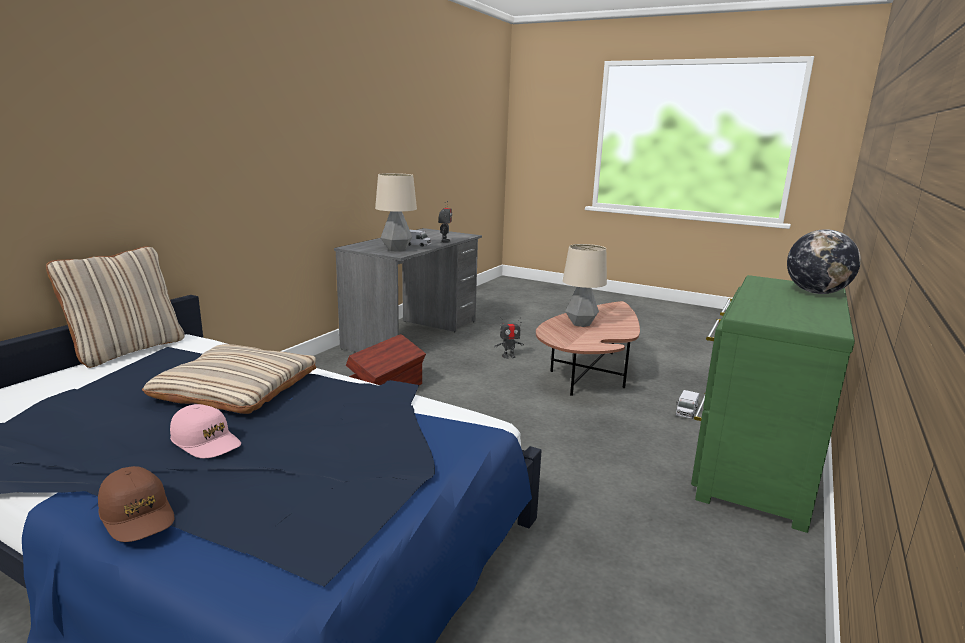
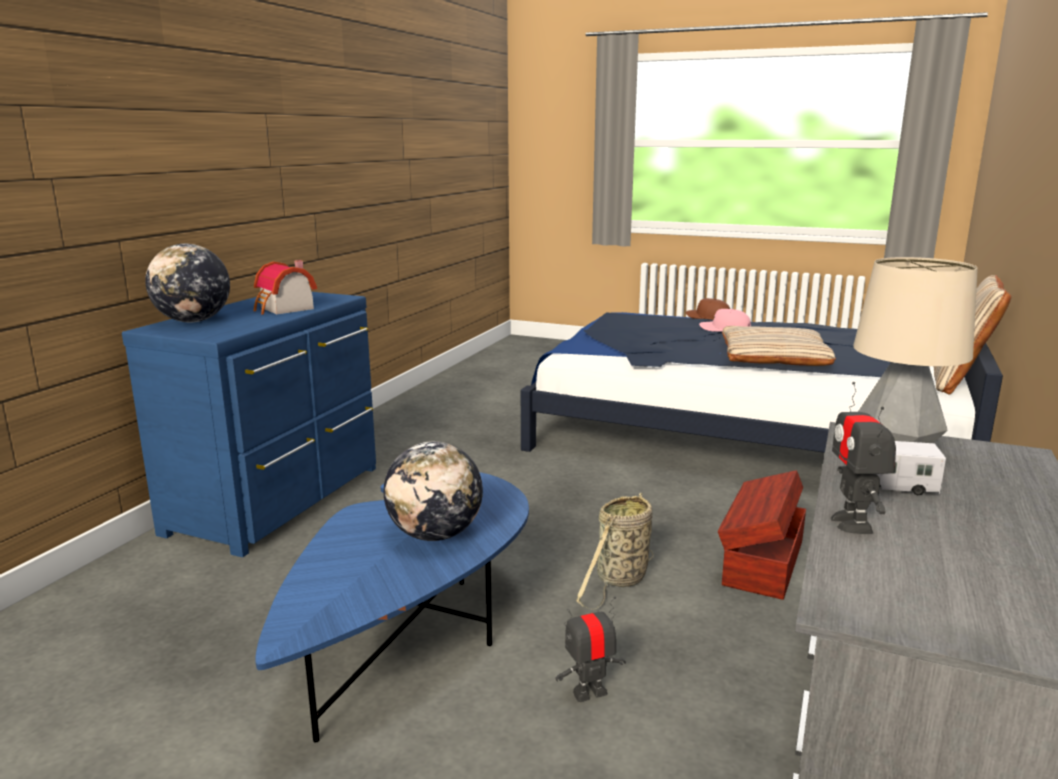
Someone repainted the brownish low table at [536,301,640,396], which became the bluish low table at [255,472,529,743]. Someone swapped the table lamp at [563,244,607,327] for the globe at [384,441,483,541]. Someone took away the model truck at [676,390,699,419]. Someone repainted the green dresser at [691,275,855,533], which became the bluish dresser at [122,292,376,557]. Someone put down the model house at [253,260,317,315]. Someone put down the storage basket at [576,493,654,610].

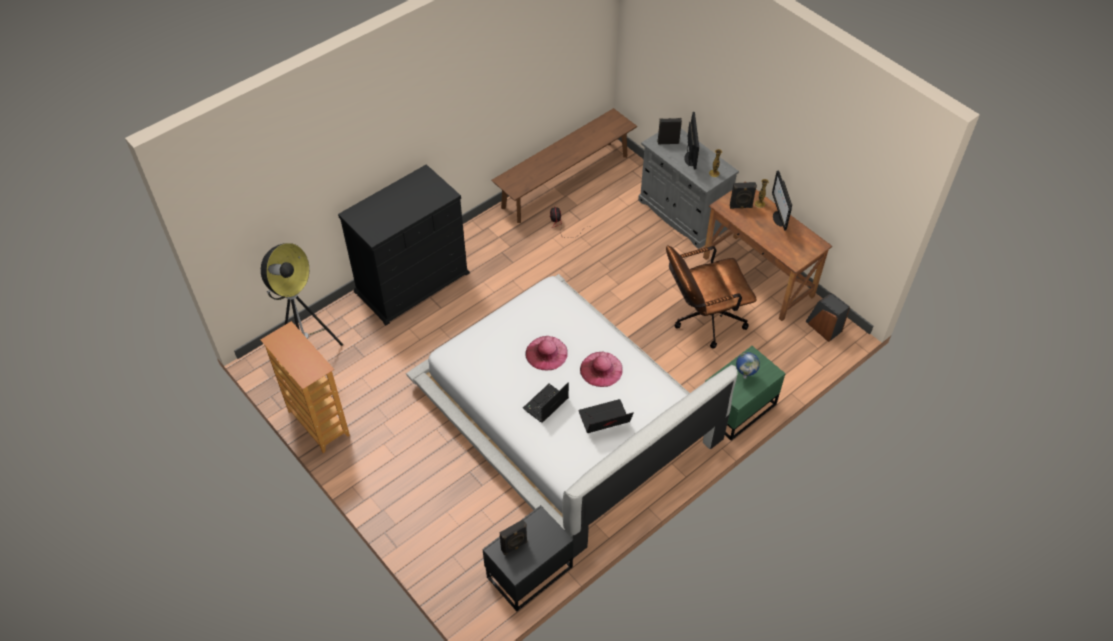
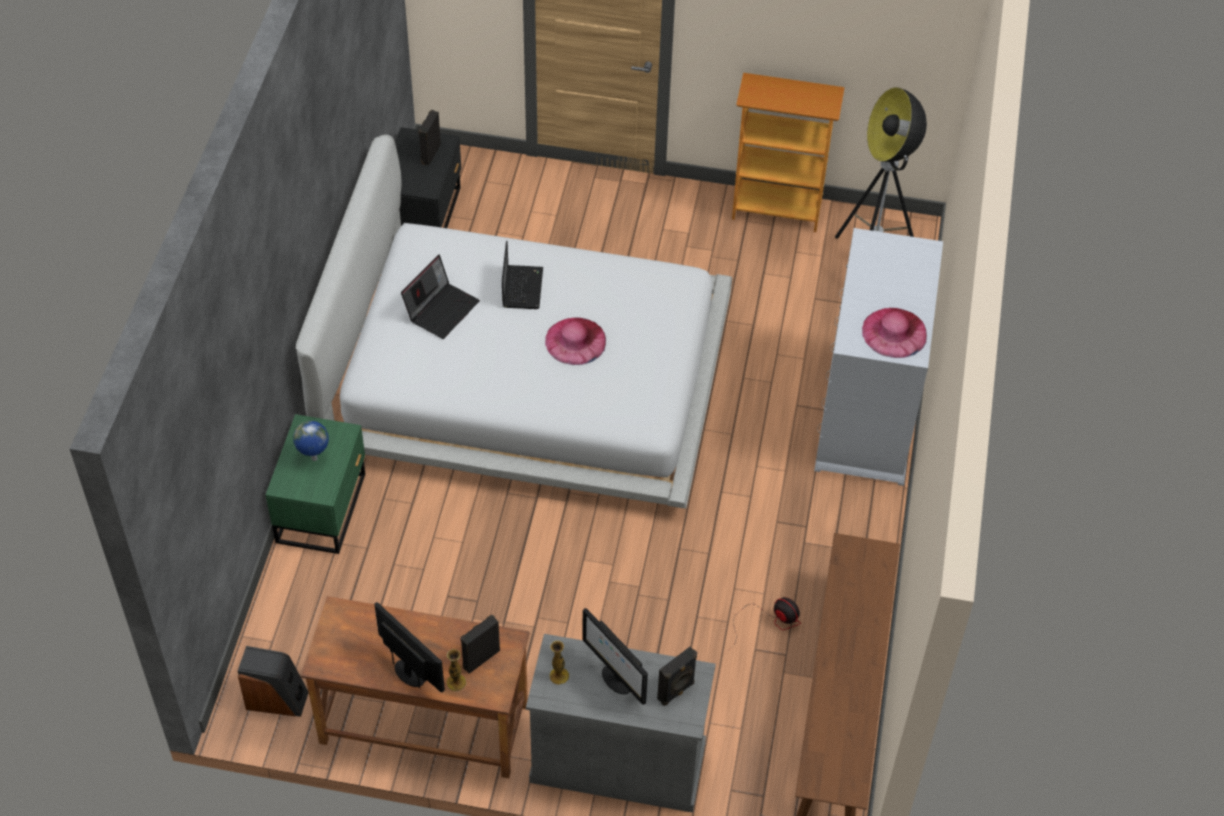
Someone repainted the black-coloured dresser at [338,164,470,325], which became the white dresser at [814,228,943,486]. Someone carried the pinkish clothing hat from [580,352,623,387] to [862,308,927,358]. Someone took away the brownish office chair at [666,245,757,349].

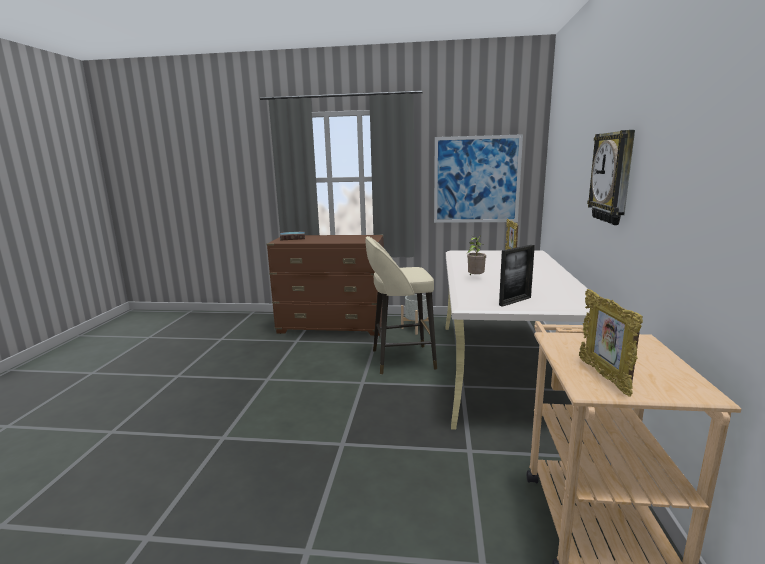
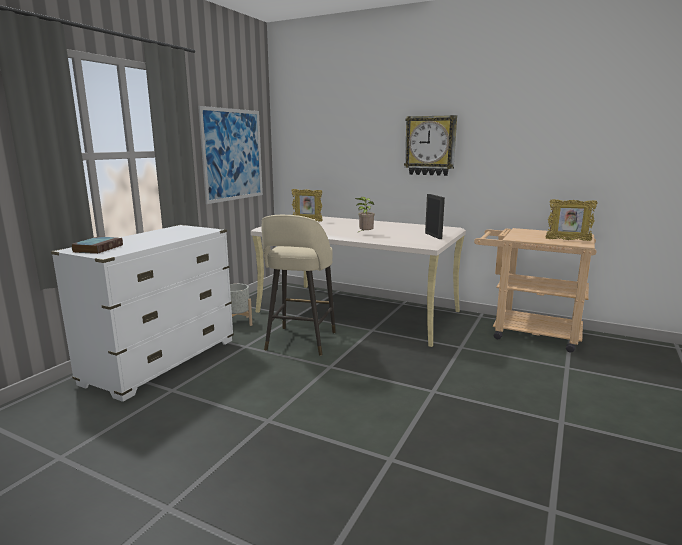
Someone repainted the brownish dresser at [267,235,384,336], which became the white dresser at [51,225,234,402].

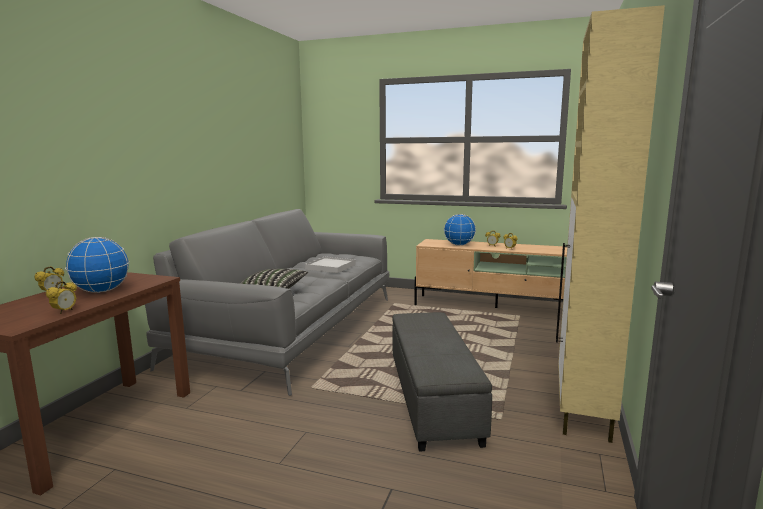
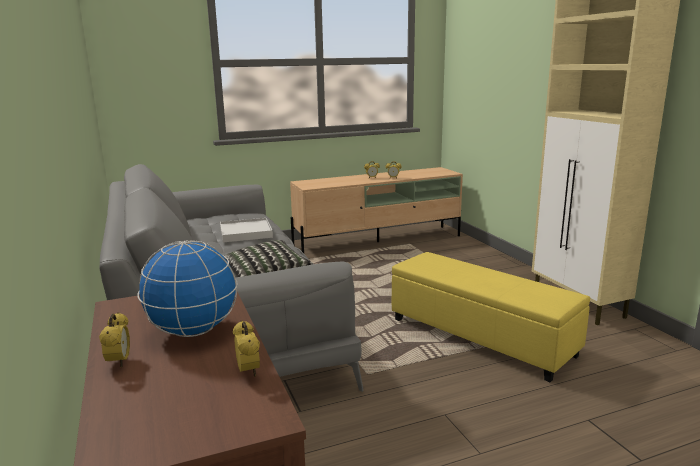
Someone repainted the greyish ottoman at [392,312,492,452], which became the yellow ottoman at [392,252,590,382]. Someone took away the globe at [444,214,476,246].

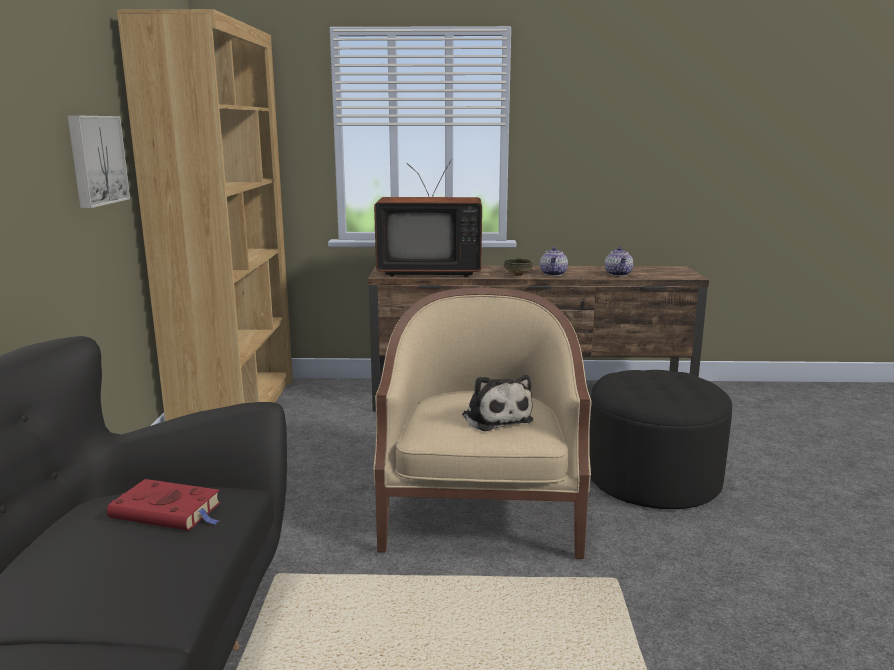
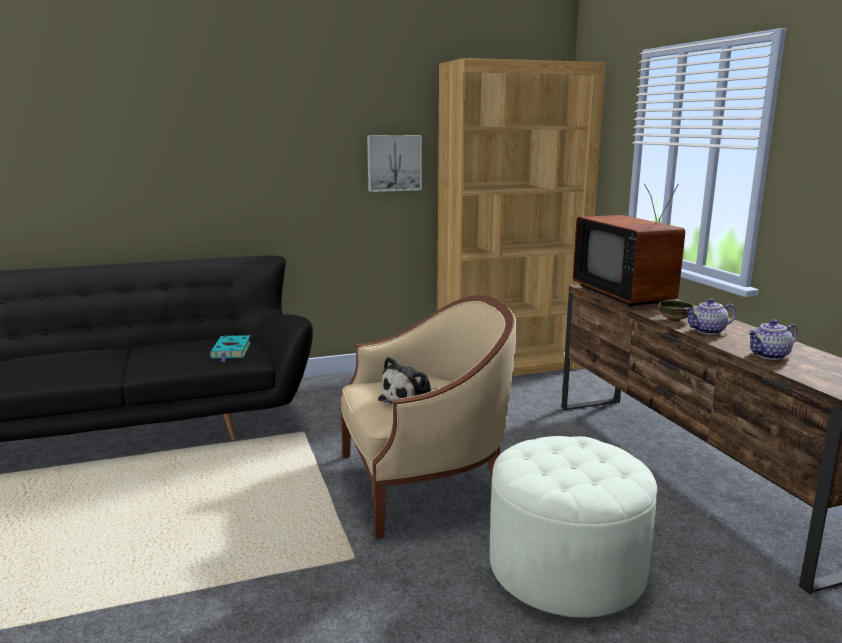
Someone repainted the red book at [107,479,221,531], which became the blue-green book at [210,335,251,362]. Someone repainted the black-coloured ottoman at [589,370,732,509], which became the white ottoman at [490,436,657,618].

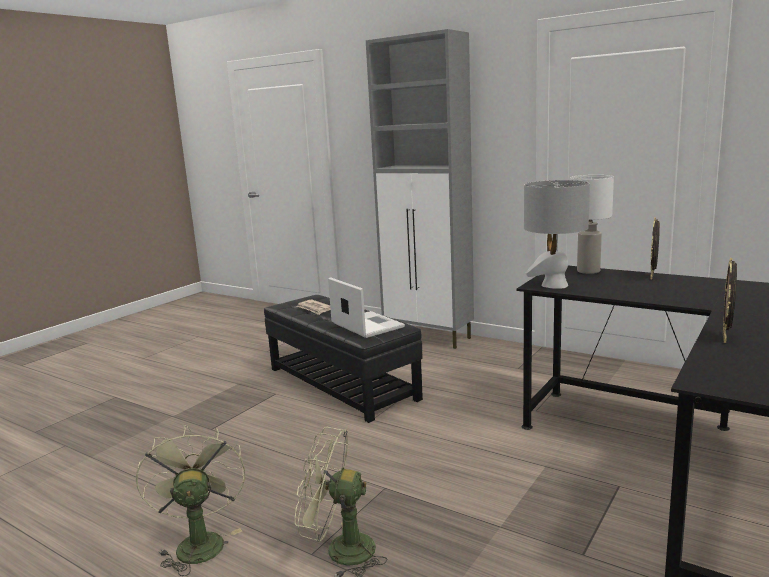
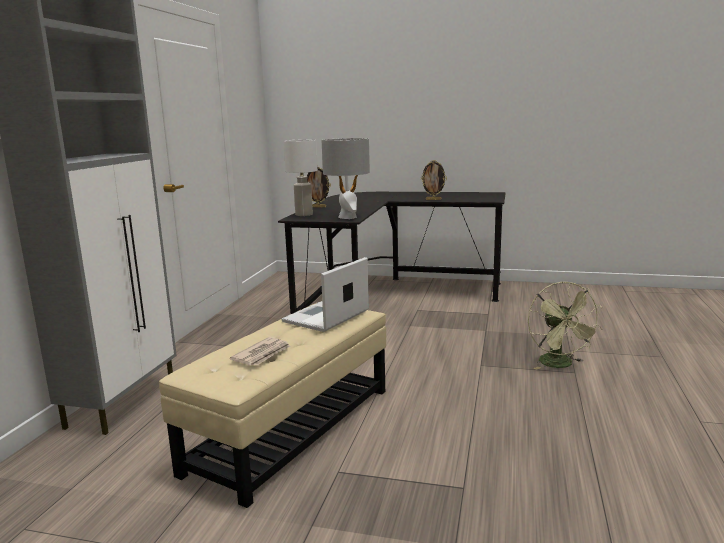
Someone took away the green fan at [136,425,245,576]. Someone repainted the black-coloured ottoman at [264,295,423,423], which became the sand-coloured ottoman at [159,303,386,508].

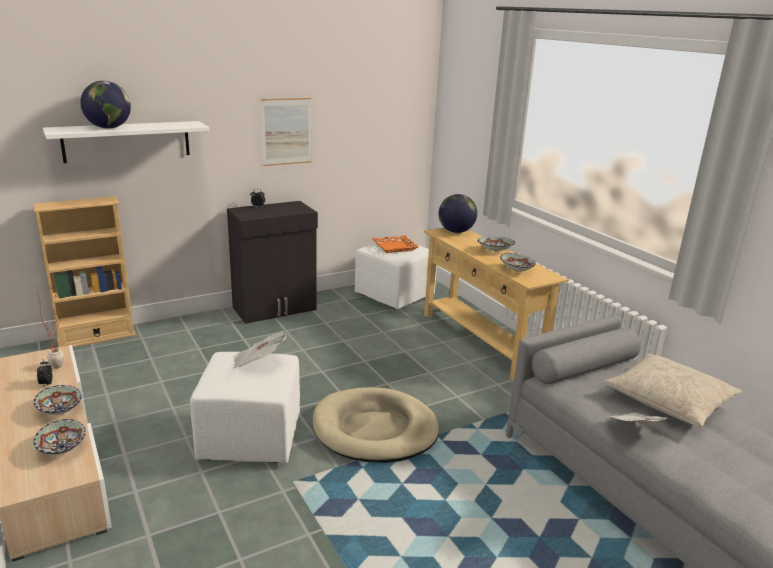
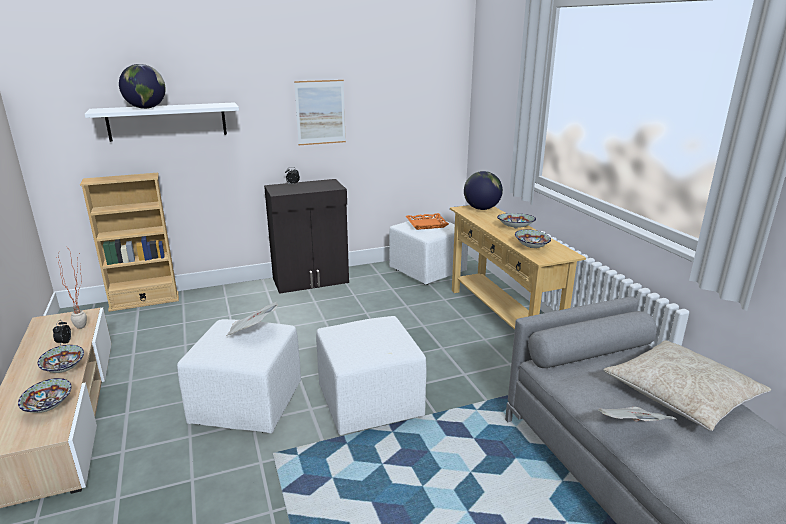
Someone swapped the sand-coloured dog cushion at [313,387,439,463] for the white ottoman at [316,316,426,435].

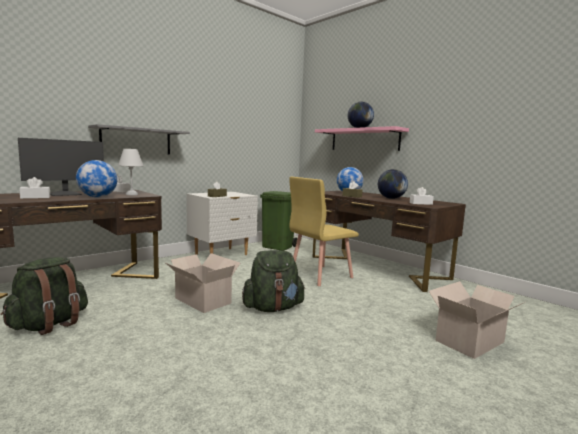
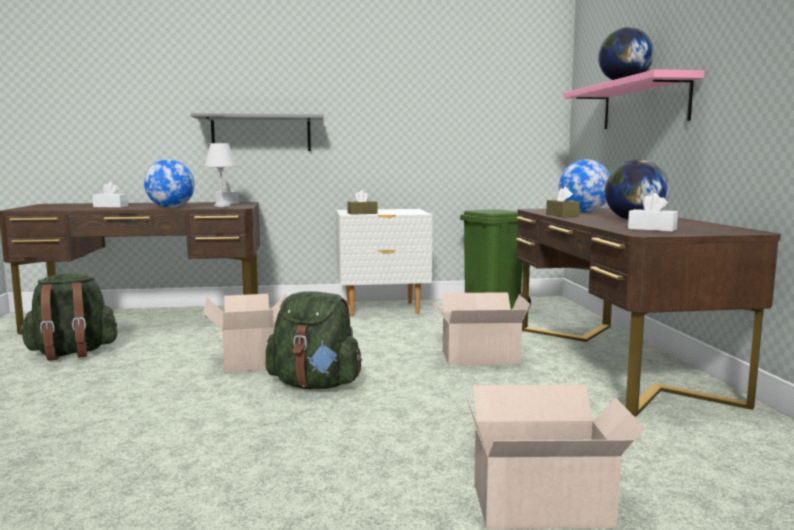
Someone took away the computer display at [18,138,104,196]. Someone swapped the yellow plain chair at [289,177,359,286] for the carton at [431,292,530,365].

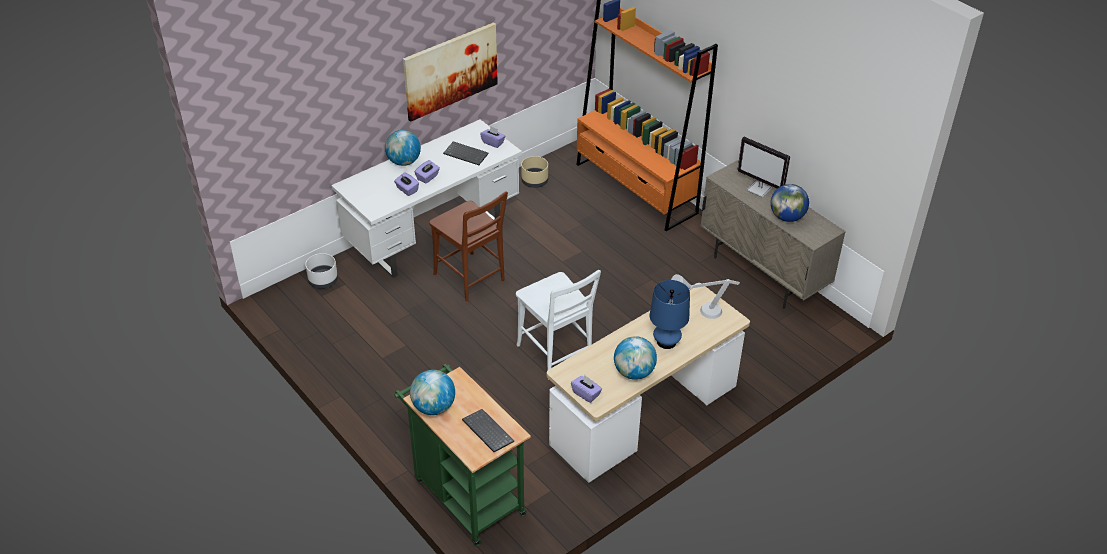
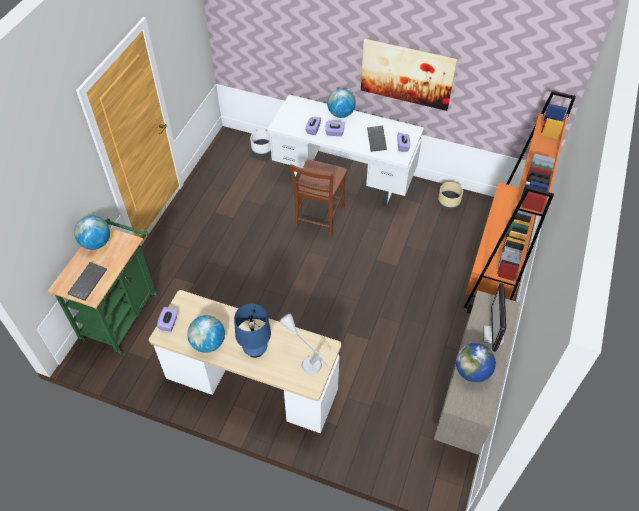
Someone took away the white plain chair at [516,270,601,371].

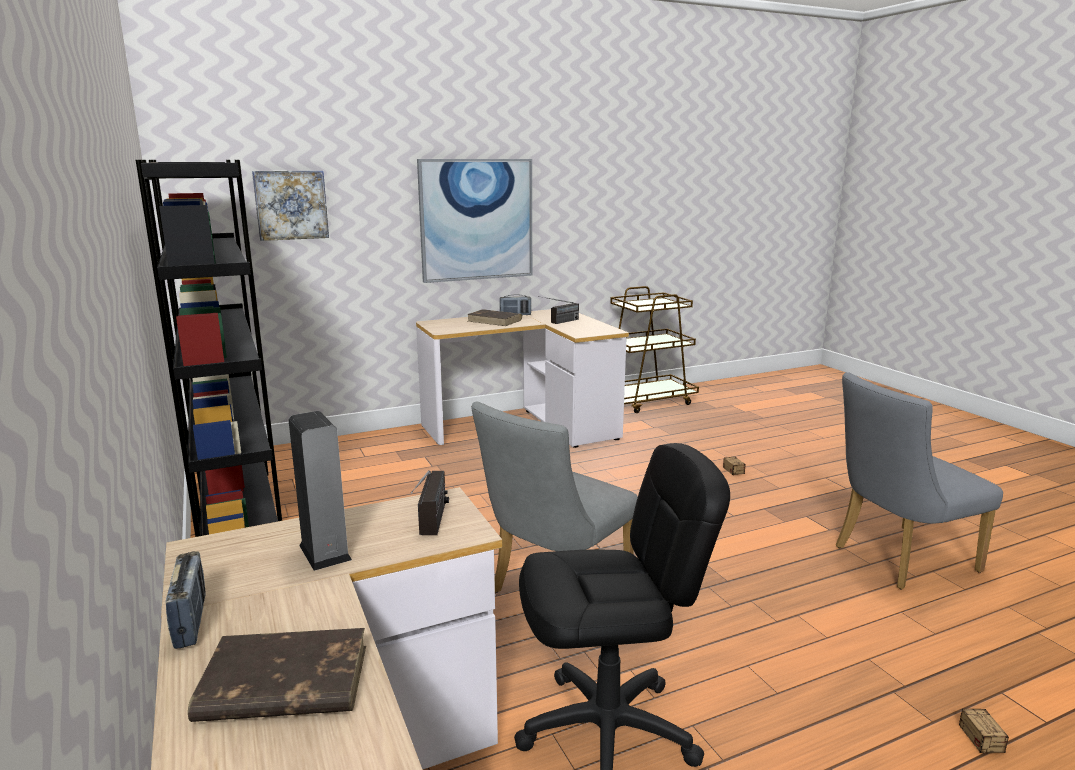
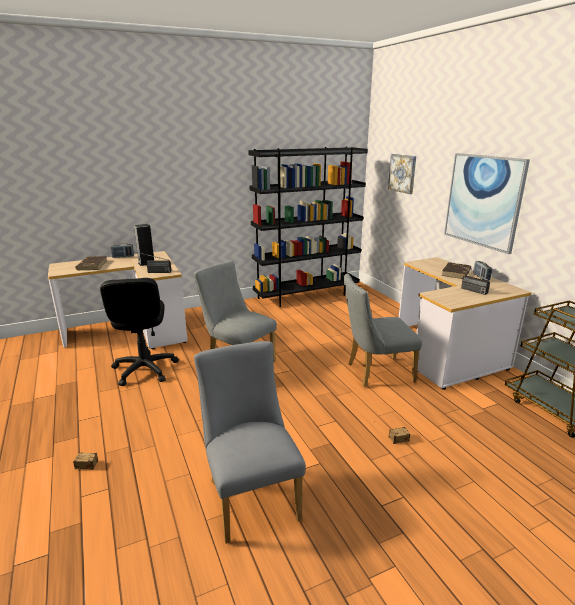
Someone put down the greyish plain chair at [344,274,422,387].

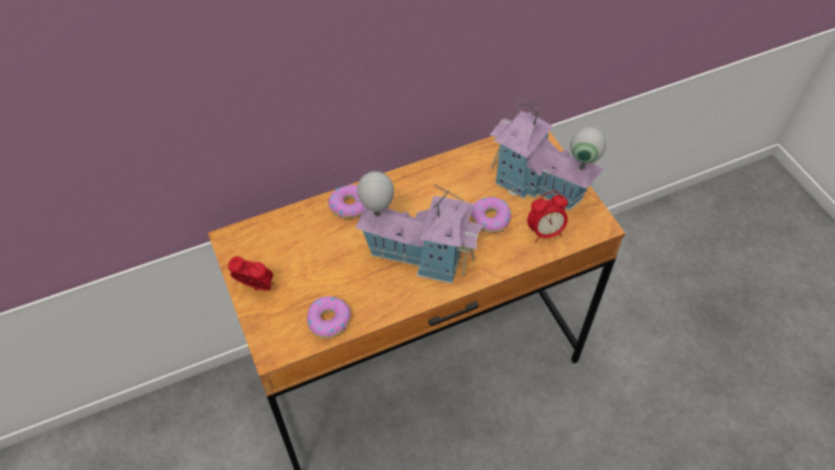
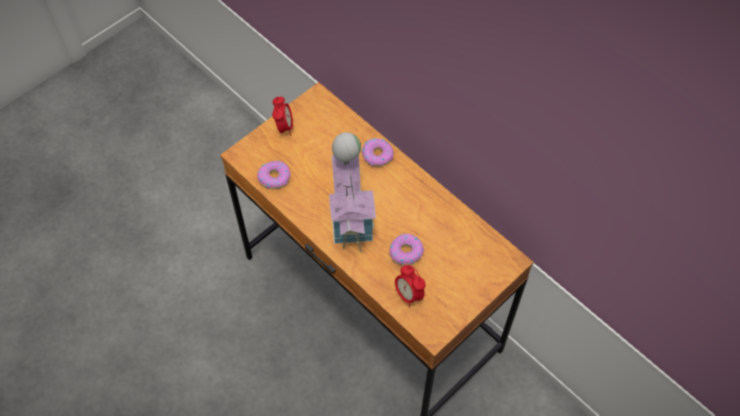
Someone took away the model house at [490,98,606,211].

